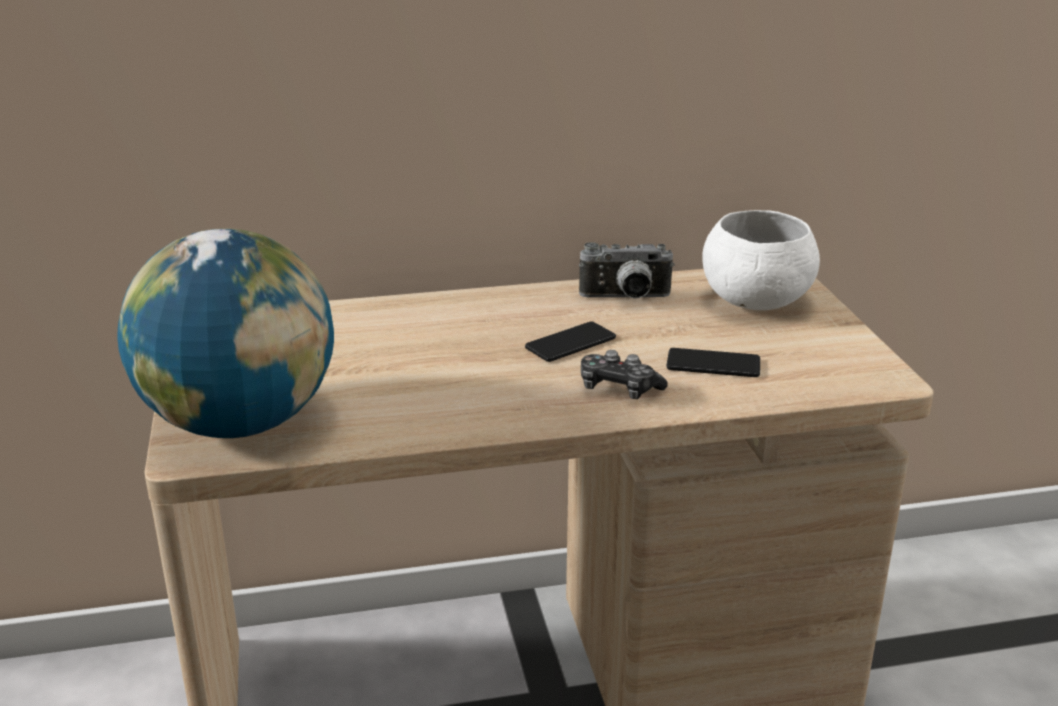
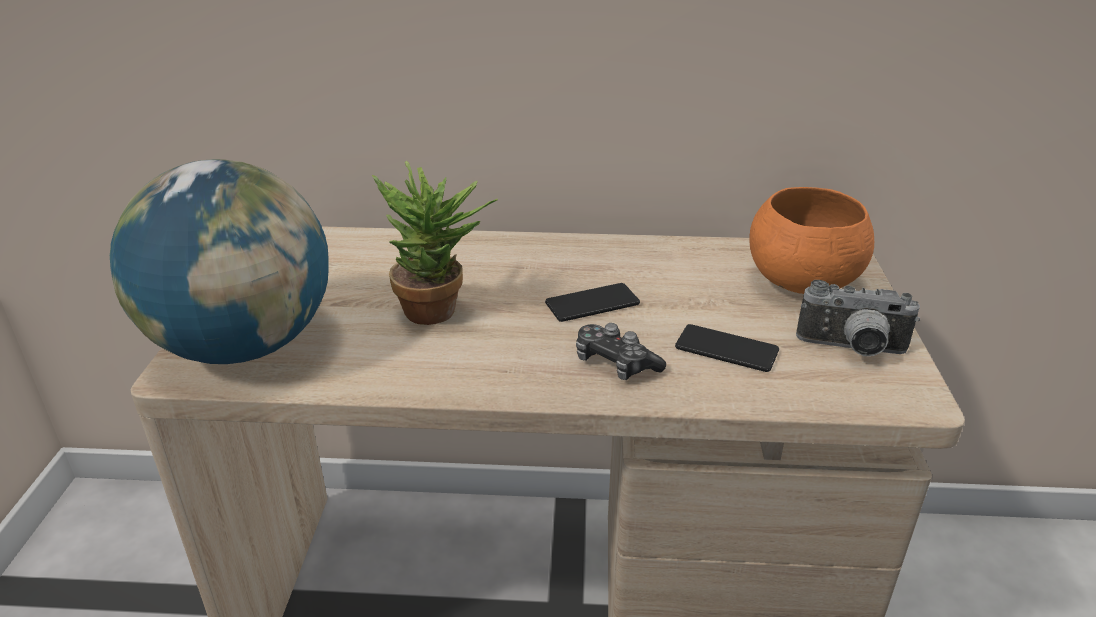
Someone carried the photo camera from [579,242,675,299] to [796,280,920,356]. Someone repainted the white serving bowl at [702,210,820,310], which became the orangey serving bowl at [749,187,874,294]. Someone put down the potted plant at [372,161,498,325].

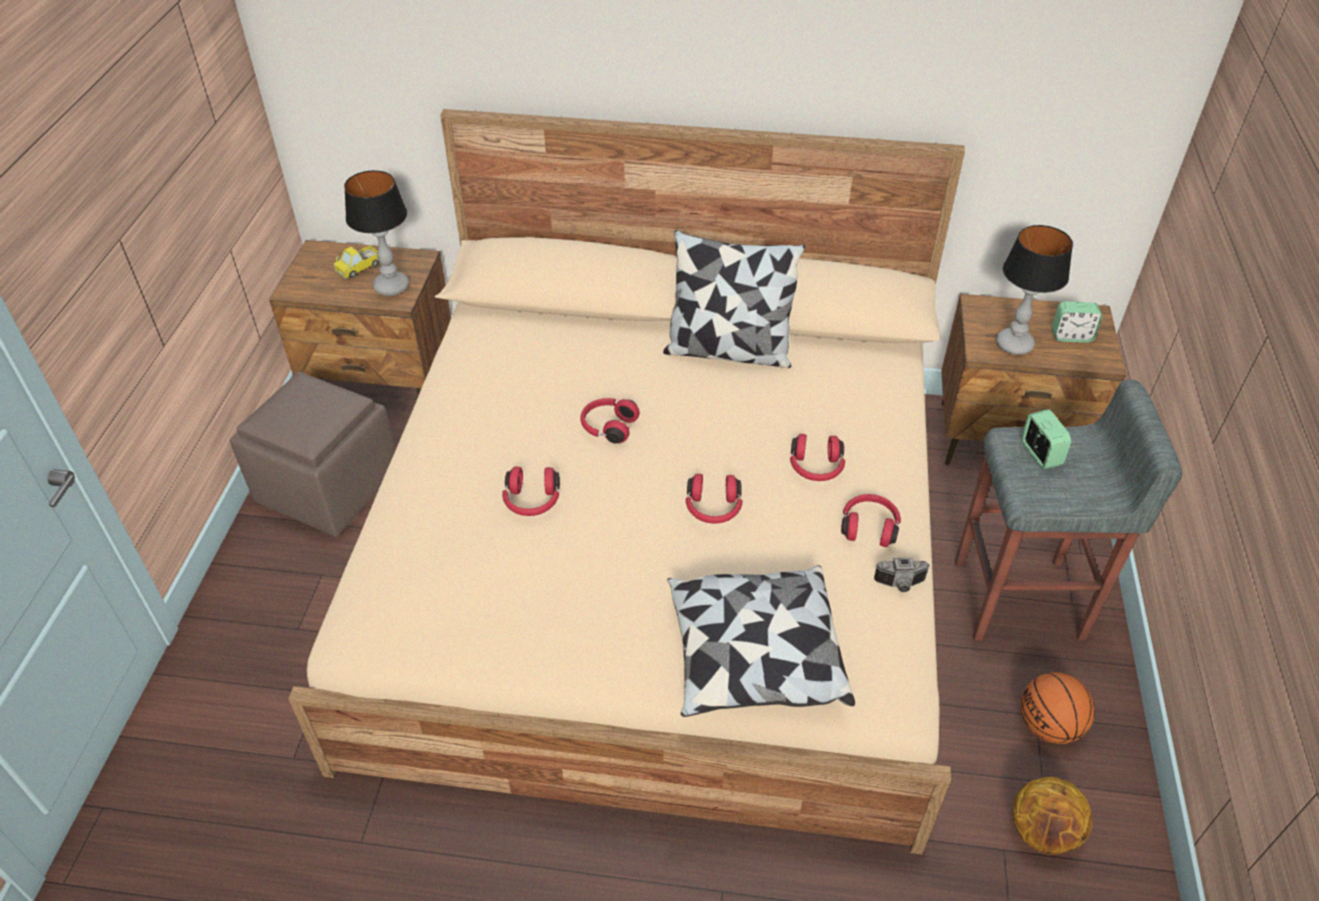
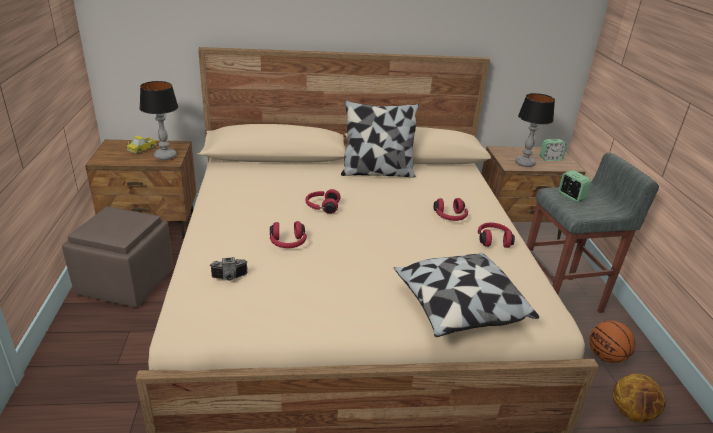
Someone took away the red pair of headphones at [686,474,742,524]. Someone carried the photo camera from [874,558,930,592] to [210,257,248,281].

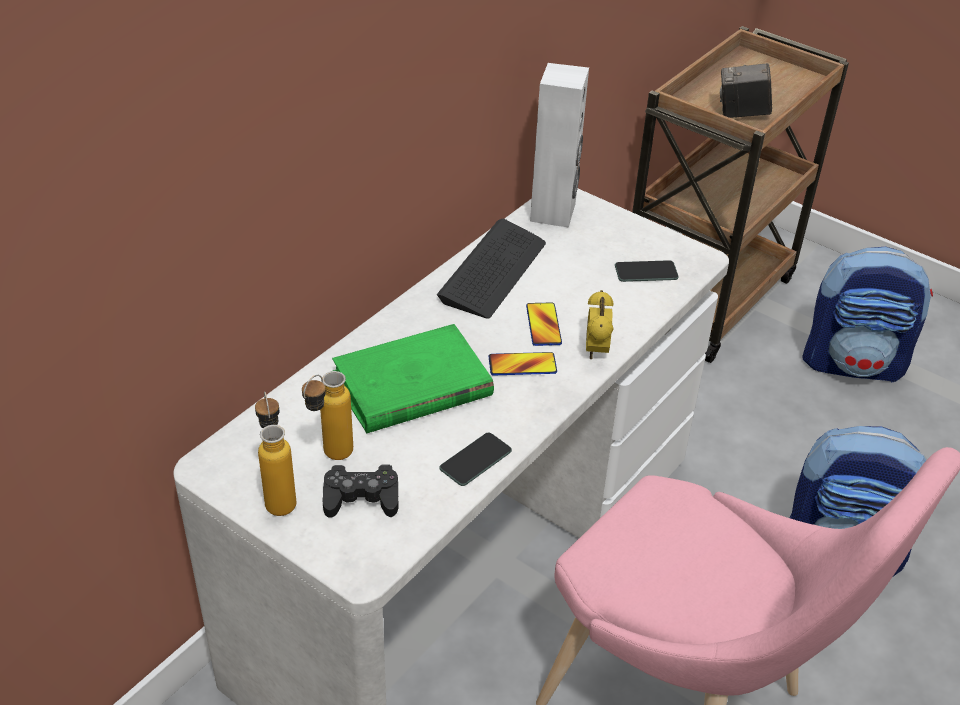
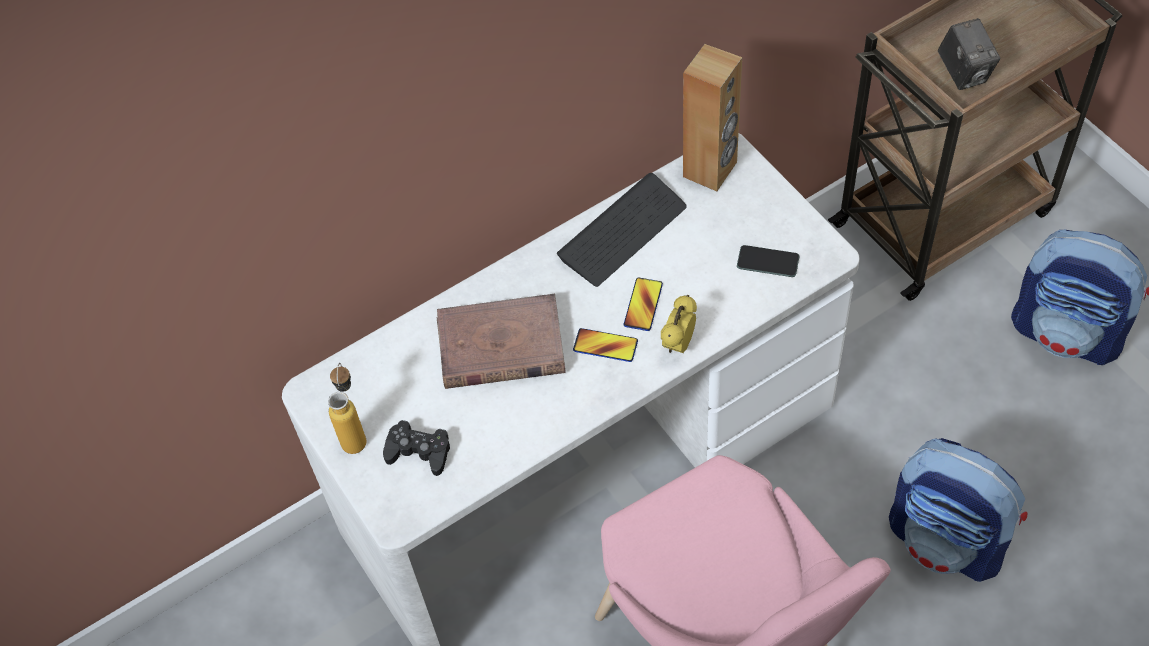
Someone took away the bottle at [302,371,353,460]. Someone repainted the green book at [332,324,494,433], which became the brownish book at [437,294,566,389]. Someone took away the handset at [439,432,512,486]. Someone repainted the white audio speaker at [530,63,589,228], which became the brownish audio speaker at [683,44,742,191]. Someone rotated the photo camera at [720,63,772,118] by 135 degrees counterclockwise.

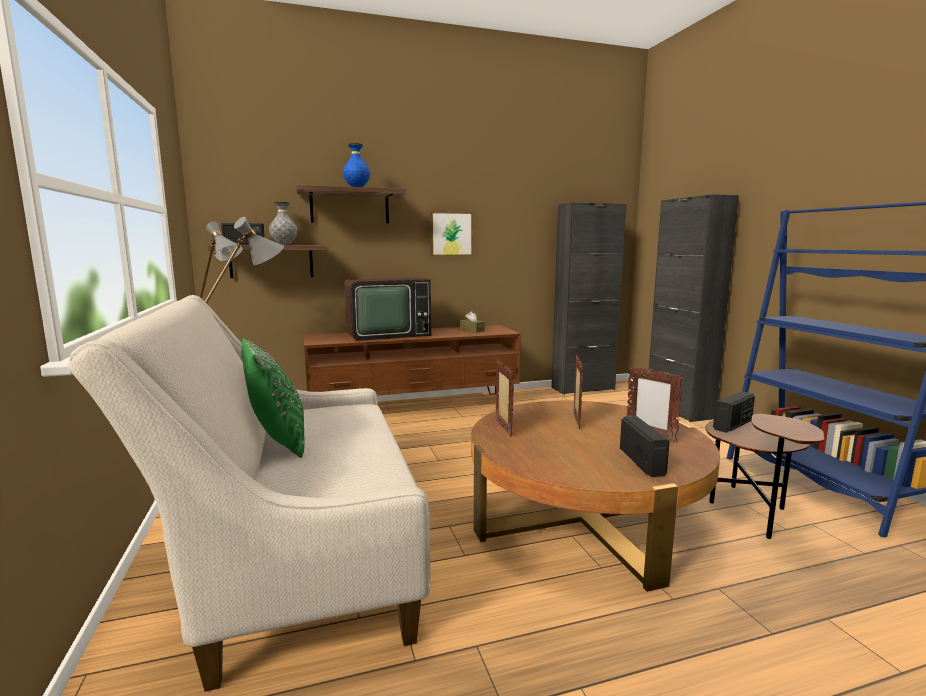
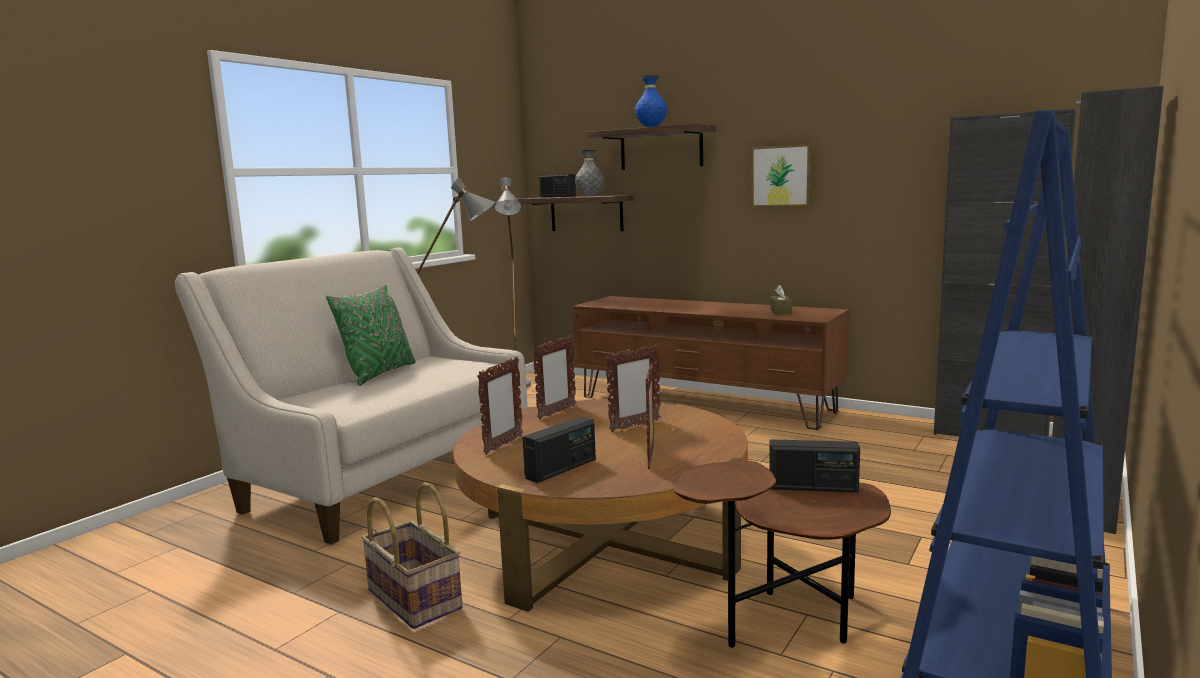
Someone took away the TV set at [344,277,431,341]. Someone put down the storage basket at [361,482,463,629]. Someone put down the standing frame at [477,356,523,455].

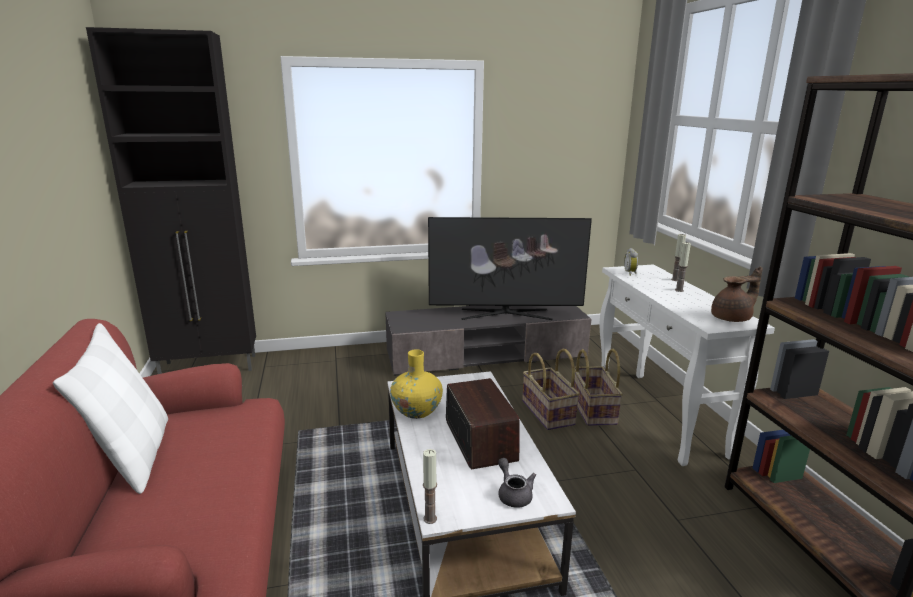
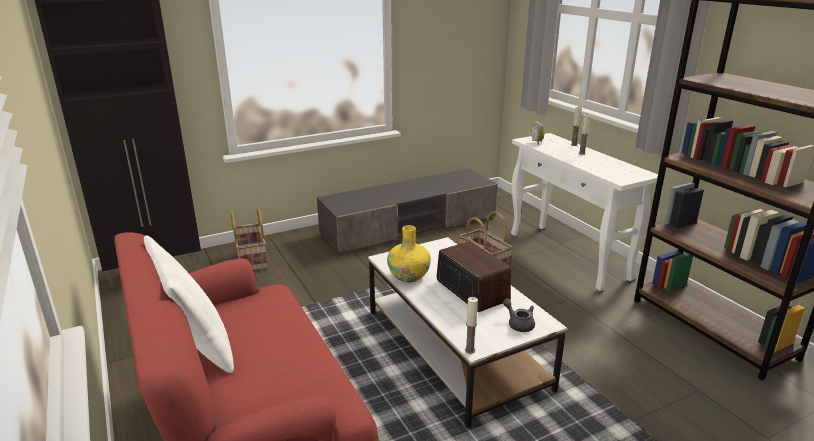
Someone took away the TV set at [428,217,592,320]. Someone carried the storage basket from [573,349,623,426] to [230,207,268,271]. Someone took away the brownish pot for tea at [711,267,763,322].

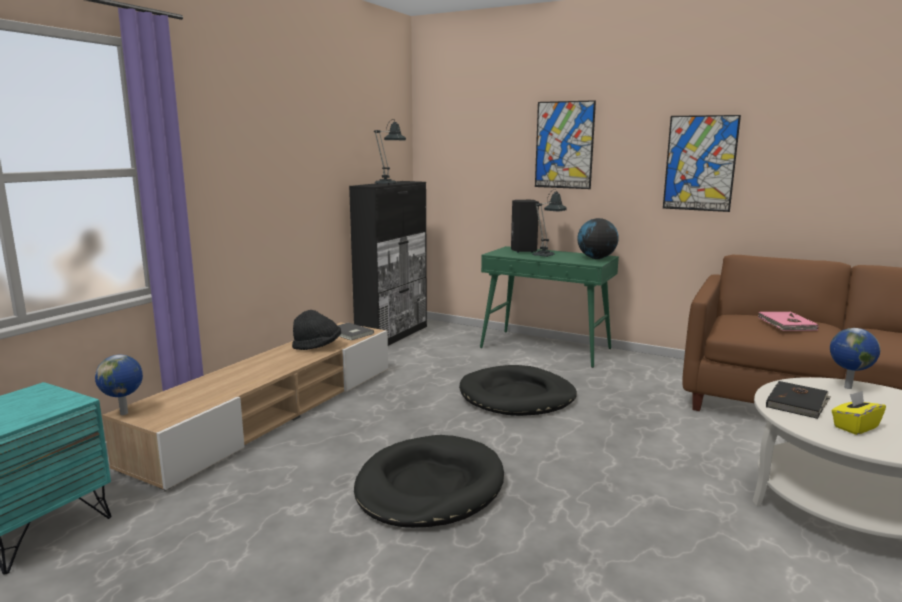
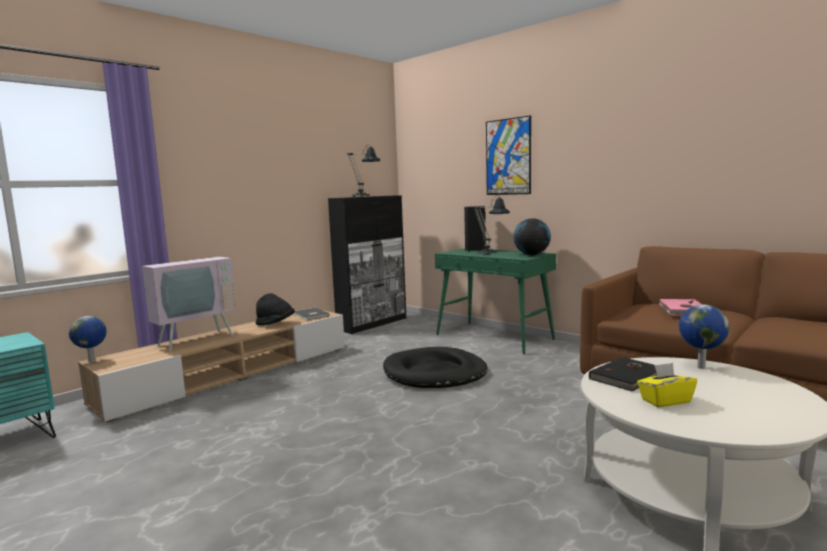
Someone took away the black-coloured dog cushion at [354,435,504,528]. Someone took away the wall picture at [663,115,741,212]. Someone put down the TV set at [134,232,236,351].

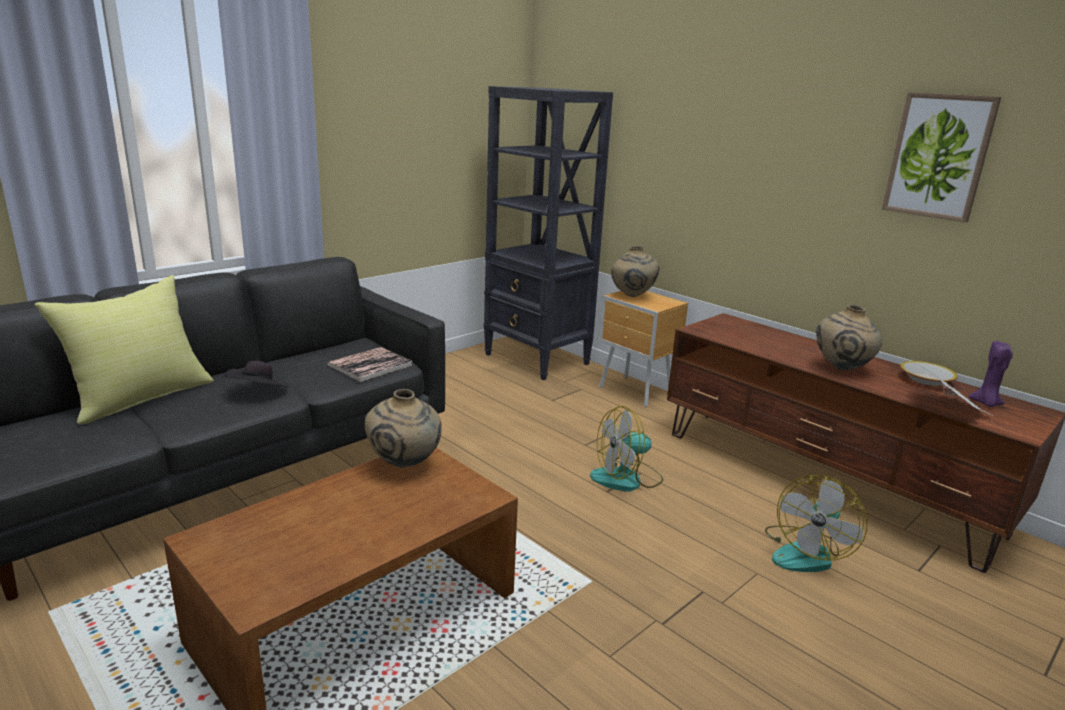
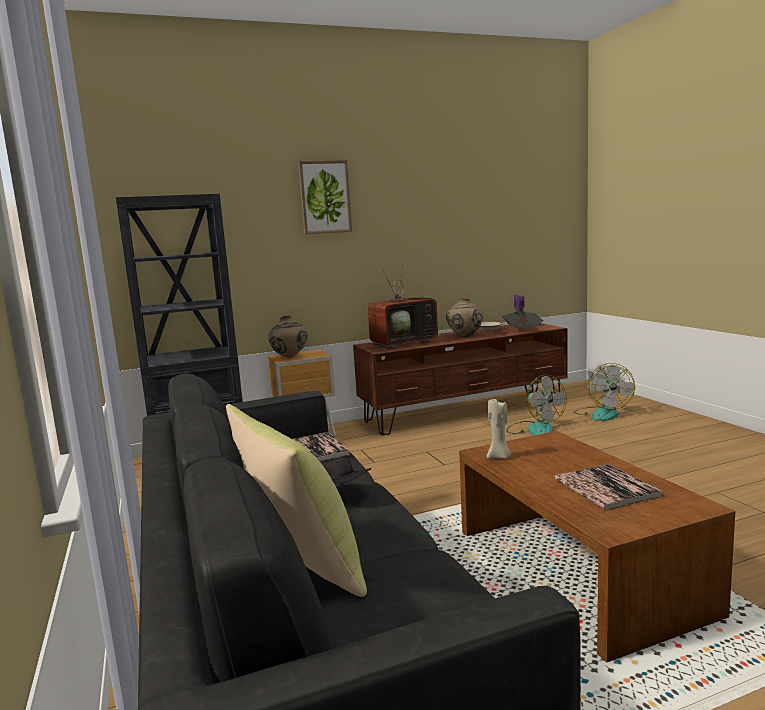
Someone swapped the sand-coloured flower vase at [365,389,442,468] for the sand-coloured wax light at [487,398,511,459]. Someone carried the fan from [590,406,663,492] to [574,363,635,421]. Someone carried the wall picture from [882,92,1001,223] to [298,160,352,234]. Someone put down the TV set at [368,262,438,348]. Someone put down the book at [554,464,662,510].

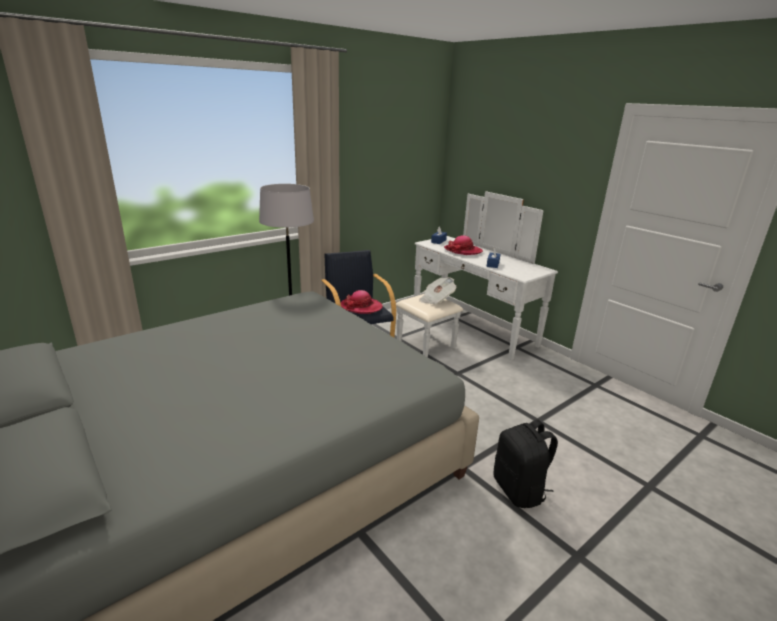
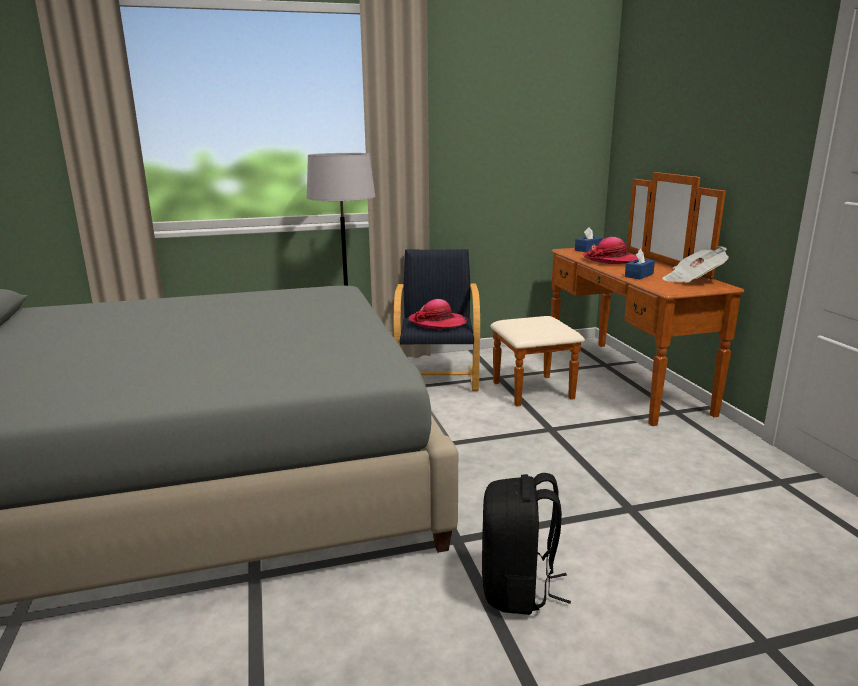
Someone repainted the white dresser at [396,191,558,360], which became the brownish dresser at [490,172,744,426]. Someone carried the printed paper from [419,277,456,305] to [663,246,728,283].

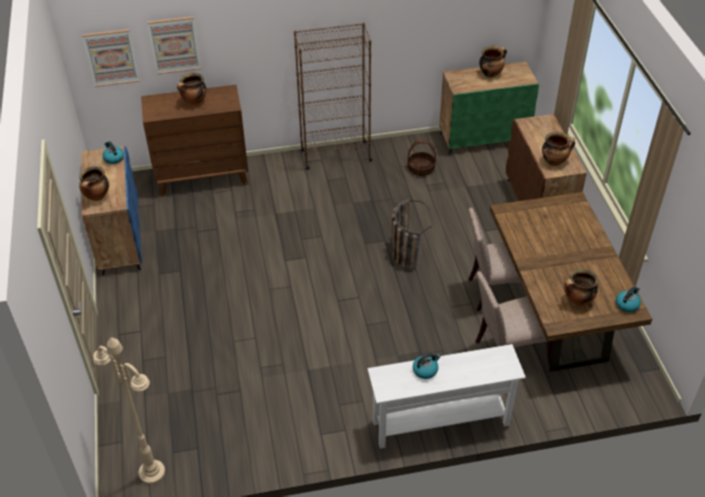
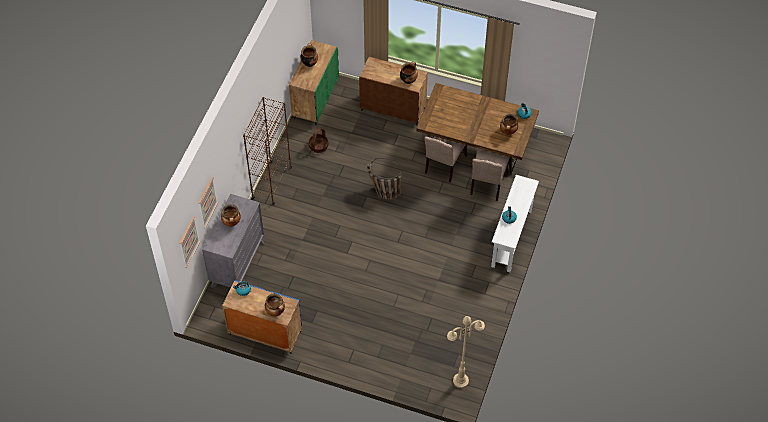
Someone repainted the brownish dresser at [141,85,249,197], which became the greyish dresser at [202,194,264,288].

